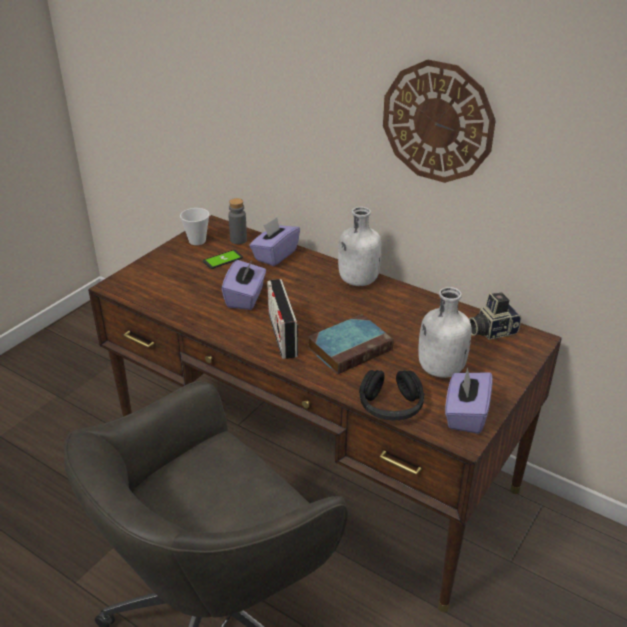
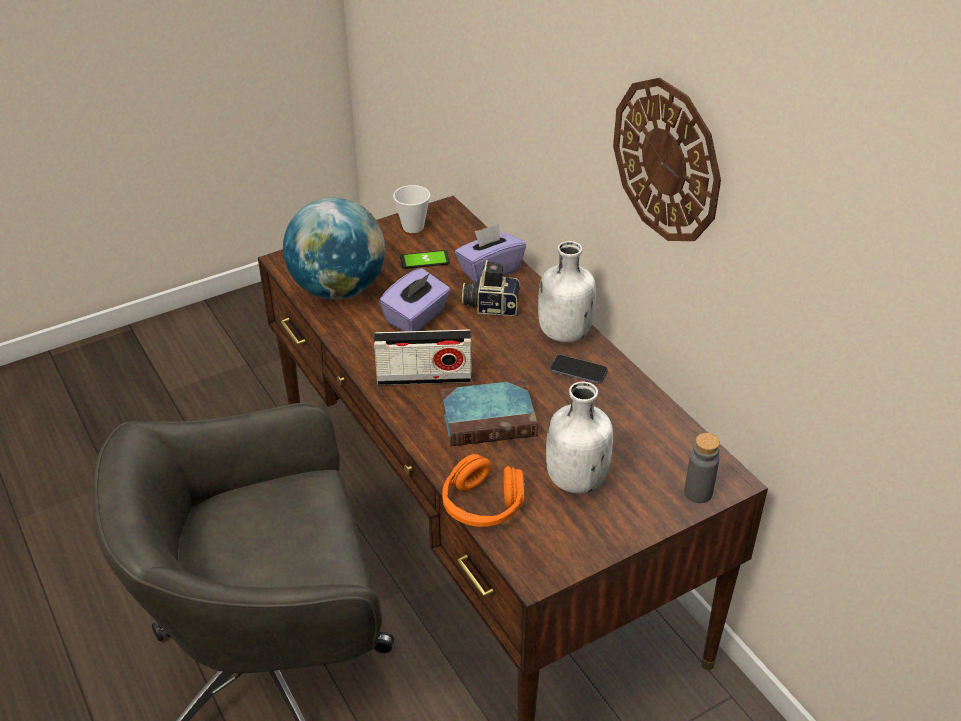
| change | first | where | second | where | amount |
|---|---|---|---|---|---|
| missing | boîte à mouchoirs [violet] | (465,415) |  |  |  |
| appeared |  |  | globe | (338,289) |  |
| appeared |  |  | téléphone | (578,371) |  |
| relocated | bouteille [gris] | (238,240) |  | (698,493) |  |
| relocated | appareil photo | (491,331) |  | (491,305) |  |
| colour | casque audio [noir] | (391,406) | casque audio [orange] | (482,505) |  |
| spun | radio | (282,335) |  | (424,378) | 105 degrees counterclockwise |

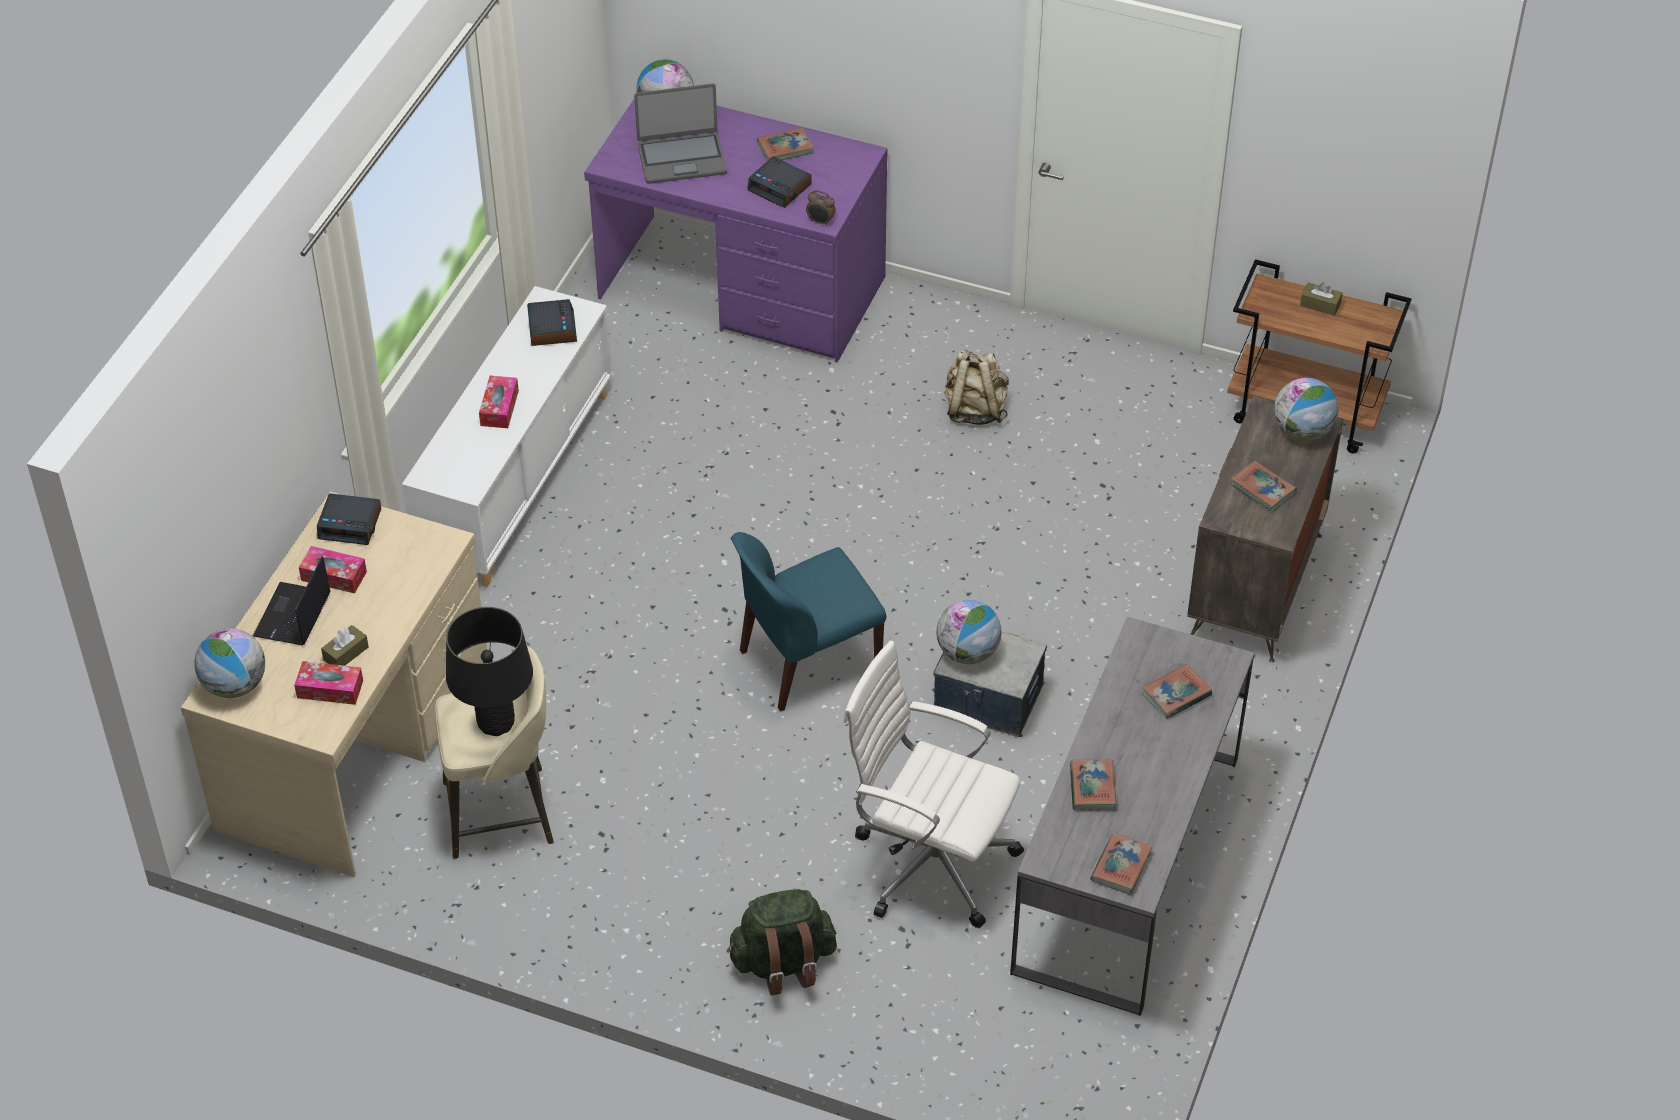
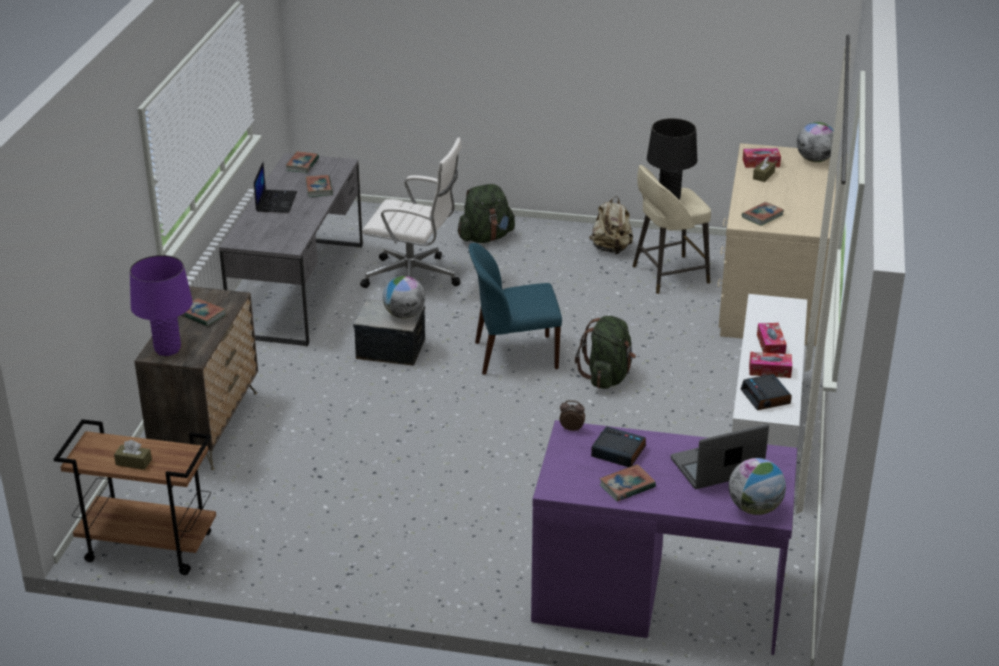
| change | first | where | second | where | amount |
|---|---|---|---|---|---|
| missing | réveil | (351,524) |  |  |  |
| appeared |  |  | sac à dos [vert] | (607,377) |  |
| relocated | ordinateur portable | (293,616) |  | (275,201) |  |
| relocated | boîte à mouchoirs | (334,576) |  | (769,370) |  |
| relocated | sac à dos [beige] | (974,410) |  | (611,249) |  |
| relocated | livre | (1176,695) |  | (762,216) |  |
| exchanged | globe | (1302,432) | lampe de table [violet] | (167,349) |  |
| spun | chaise [bleu] | (806,662) |  | (513,355) | 150 degrees counterclockwise |

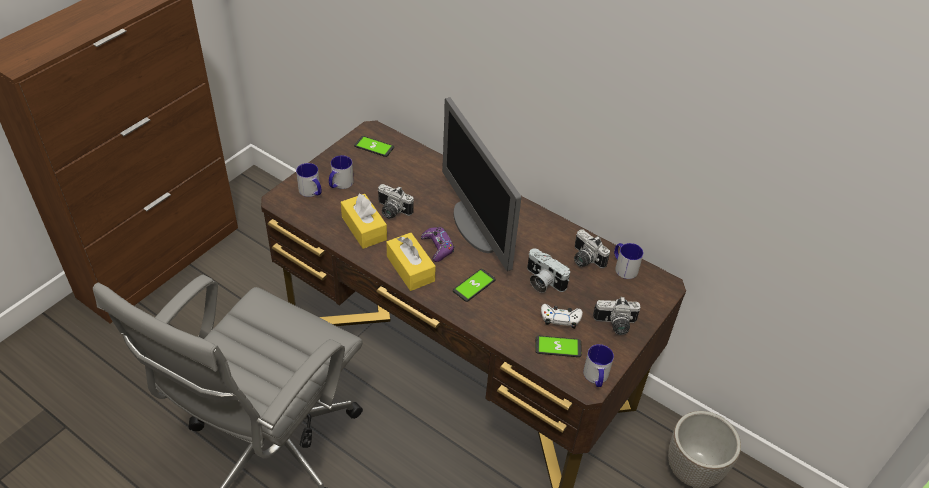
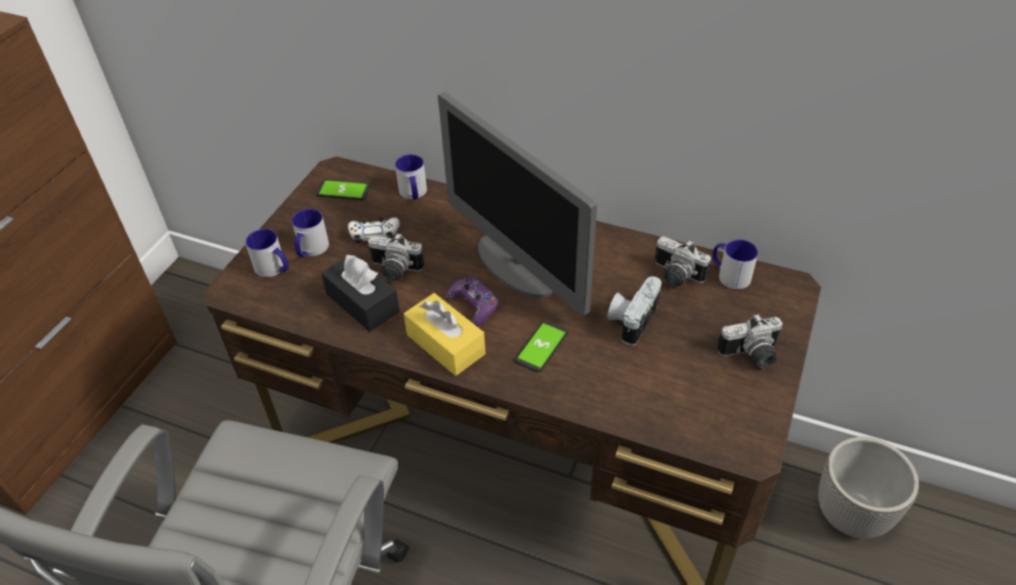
| change | first | where | second | where | amount |
|---|---|---|---|---|---|
| missing | téléphone | (558,347) |  |  |  |
| relocated | manette [blanc] | (560,318) |  | (374,234) |  |
| relocated | mug | (596,377) |  | (413,194) |  |
| colour | boîte à mouchoirs [jaune] | (364,228) | boîte à mouchoirs [noir] | (362,303) |  |
| spun | appareil photo | (542,281) |  | (631,319) | 90 degrees clockwise |

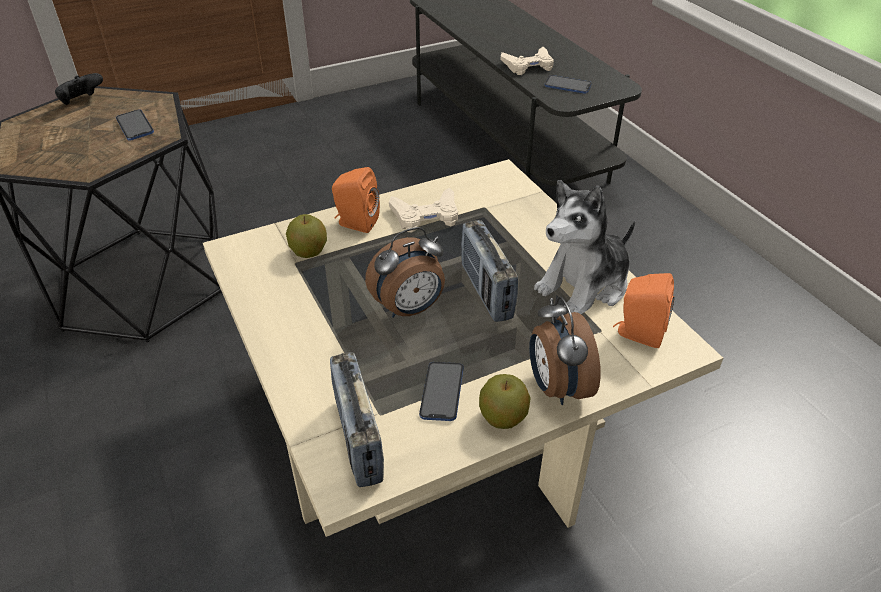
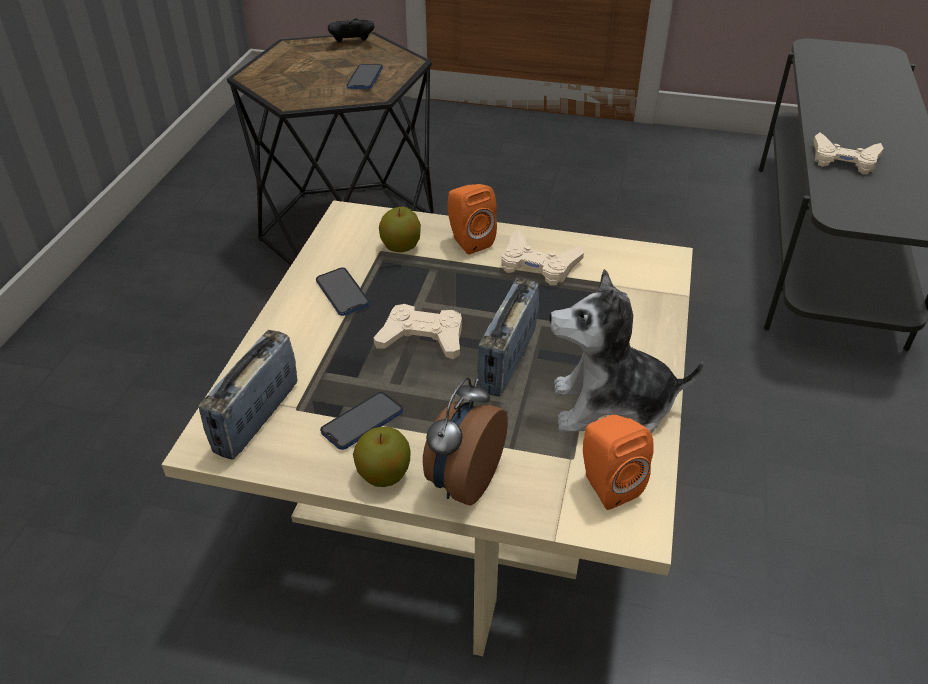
| change | first | where | second | where | amount |
|---|---|---|---|---|---|
| relocated | téléphone | (567,86) |  | (342,293) |  |
| exchanged | réveil | (409,309) | manette [beige] | (422,338) |  |

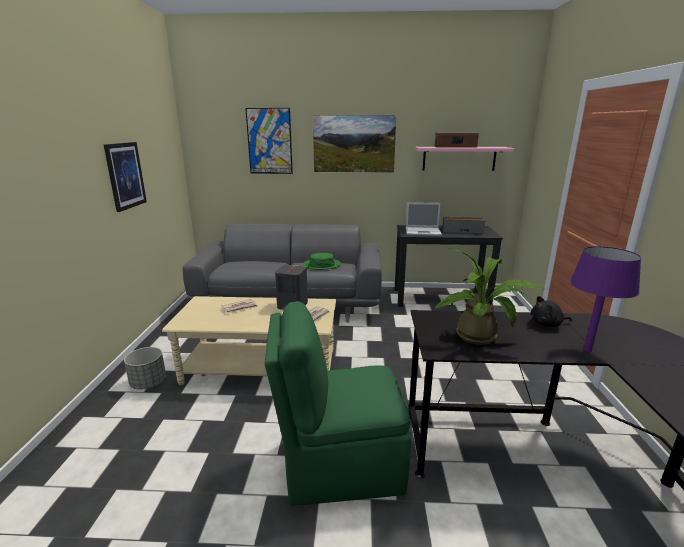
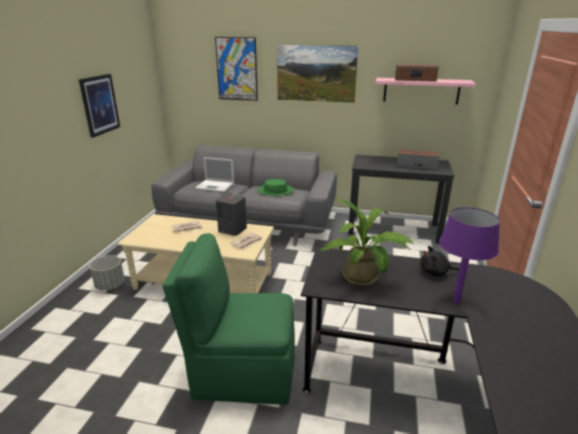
| change | first | where | second | where | amount |
|---|---|---|---|---|---|
| relocated | ordinateur portable | (423,231) |  | (215,186) |  |

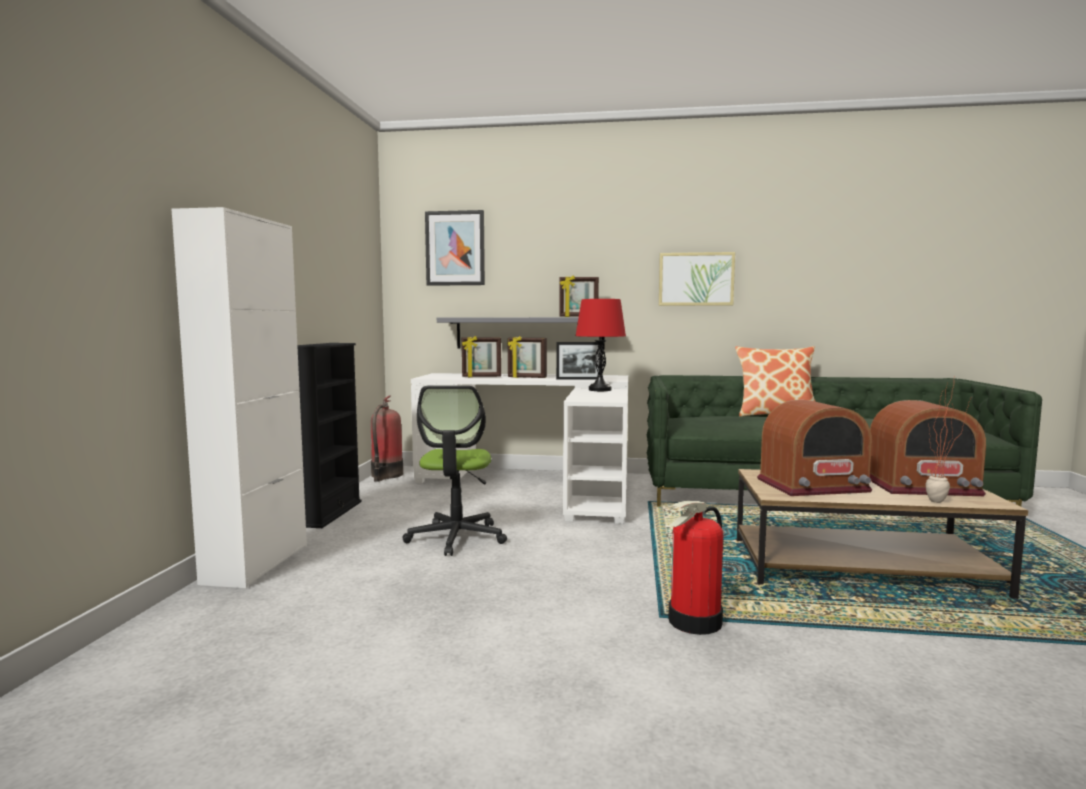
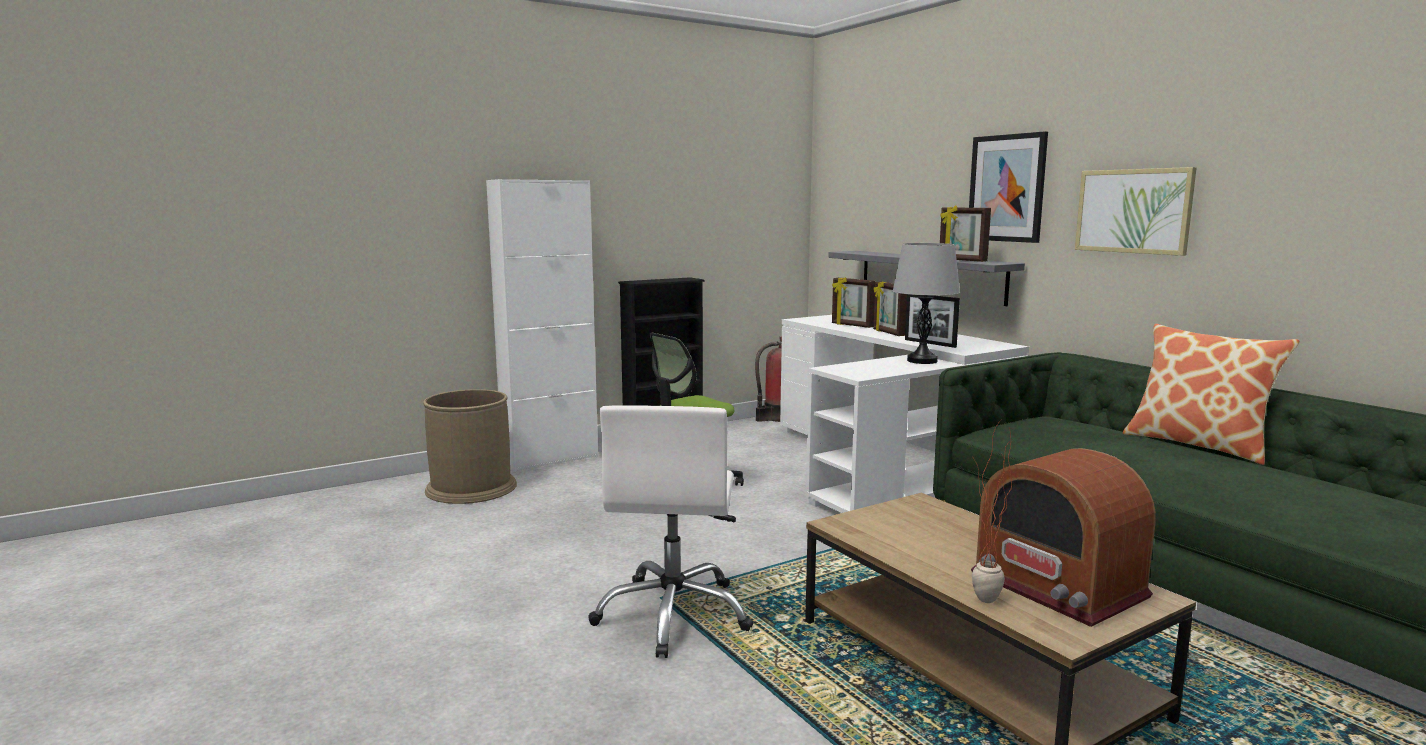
| change | first | where | second | where | amount |
|---|---|---|---|---|---|
| missing | radio | (813,485) |  |  |  |
| appeared |  |  | poubelle [marron] | (471,488) |  |
| relocated | tableau | (455,248) |  | (1007,188) |  |
| exchanged | extincteur | (695,622) | chaise de bureau [blanc] | (674,614) |  |
| colour | lampe de table [rouge] | (600,390) | lampe de table [gris] | (922,361) |  |

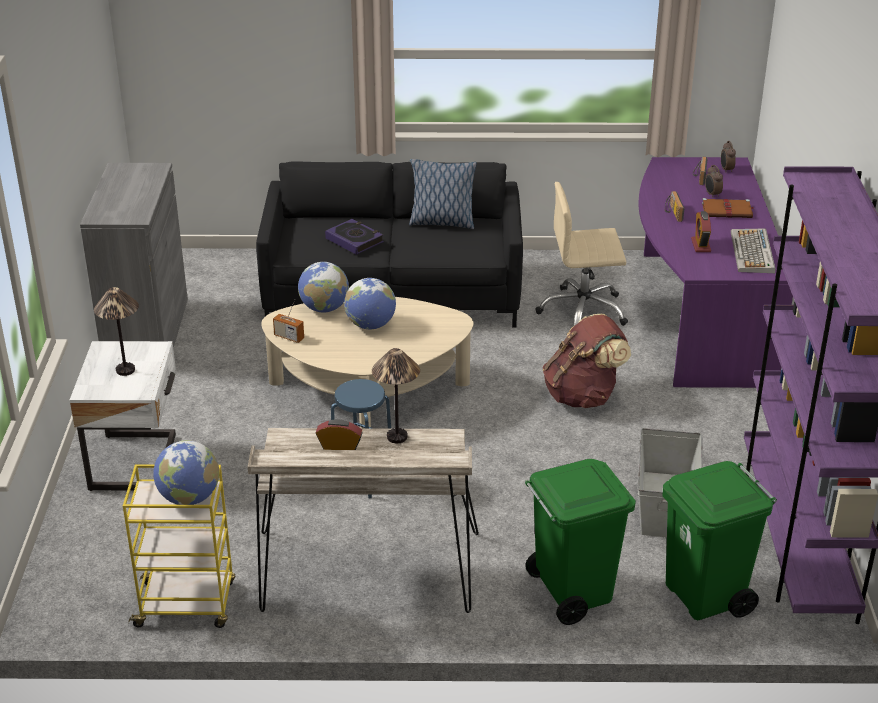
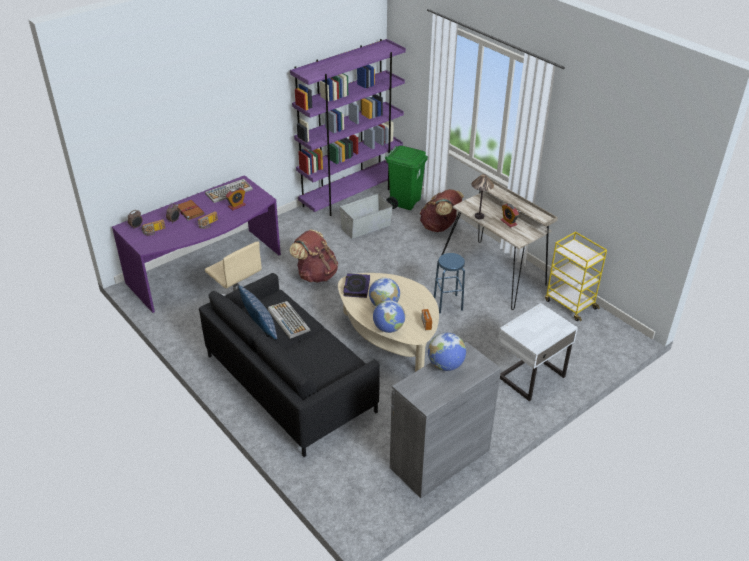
| change | first | where | second | where | amount |
|---|---|---|---|---|---|
| missing | lampe de table | (126,370) |  |  |  |
| appeared |  |  | clavier | (288,320) |  |
| relocated | globe | (189,498) |  | (445,365) |  |
| relocated | livre | (354,240) |  | (356,287) |  |
| exchanged | poubelle [vert] | (571,592) | sac à dos [marron] | (440,227) |  |

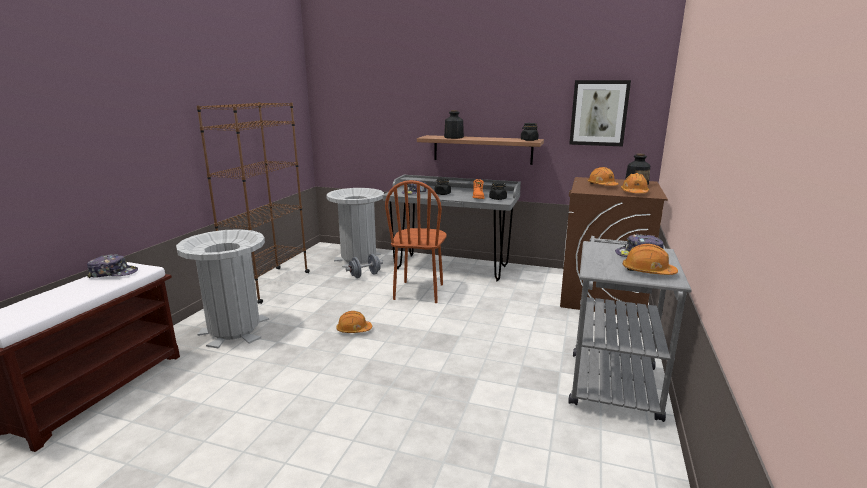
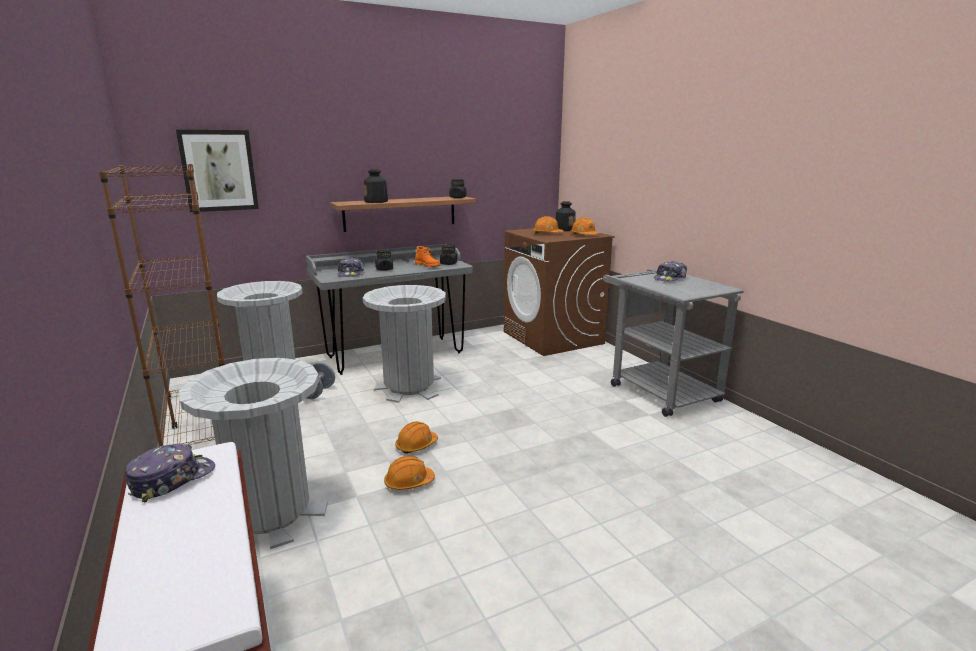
| change | first | where | second | where | amount |
|---|---|---|---|---|---|
| relocated | tableau | (599,113) |  | (219,170) |  |
| relocated | casque de chantier [orange] | (647,272) |  | (409,482) |  |
| exchanged | chaise [marron] | (419,292) | poubelle [gris] | (409,387) |  |

